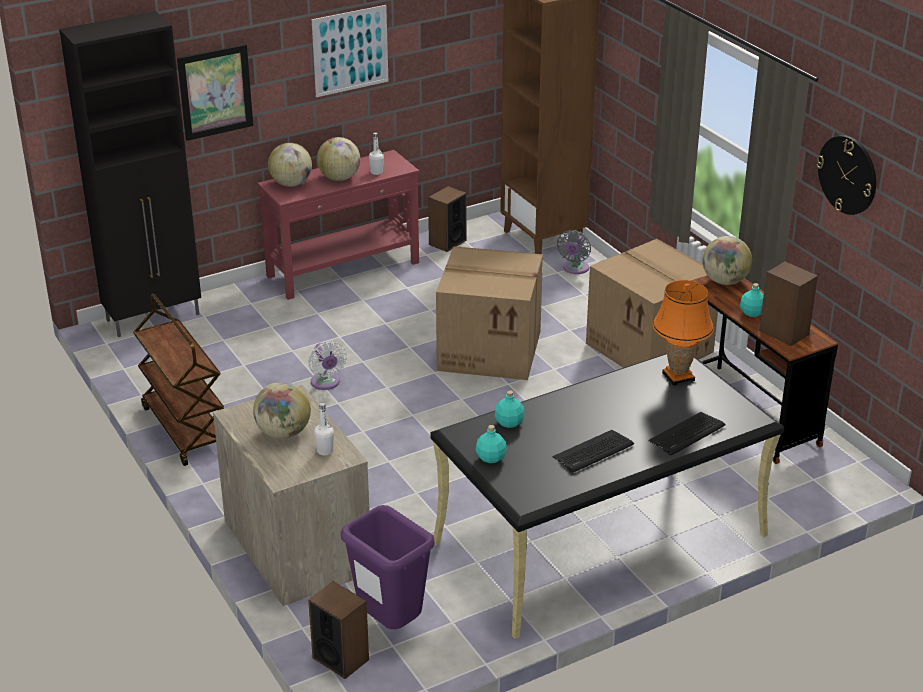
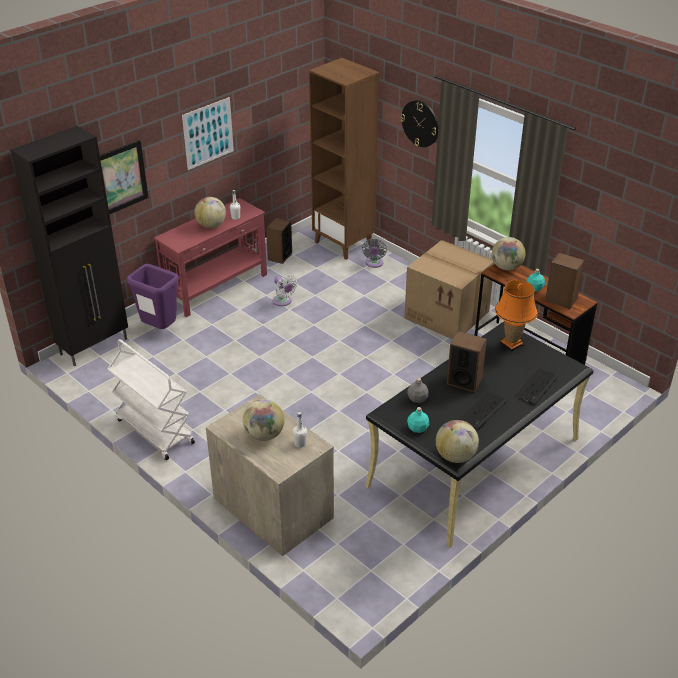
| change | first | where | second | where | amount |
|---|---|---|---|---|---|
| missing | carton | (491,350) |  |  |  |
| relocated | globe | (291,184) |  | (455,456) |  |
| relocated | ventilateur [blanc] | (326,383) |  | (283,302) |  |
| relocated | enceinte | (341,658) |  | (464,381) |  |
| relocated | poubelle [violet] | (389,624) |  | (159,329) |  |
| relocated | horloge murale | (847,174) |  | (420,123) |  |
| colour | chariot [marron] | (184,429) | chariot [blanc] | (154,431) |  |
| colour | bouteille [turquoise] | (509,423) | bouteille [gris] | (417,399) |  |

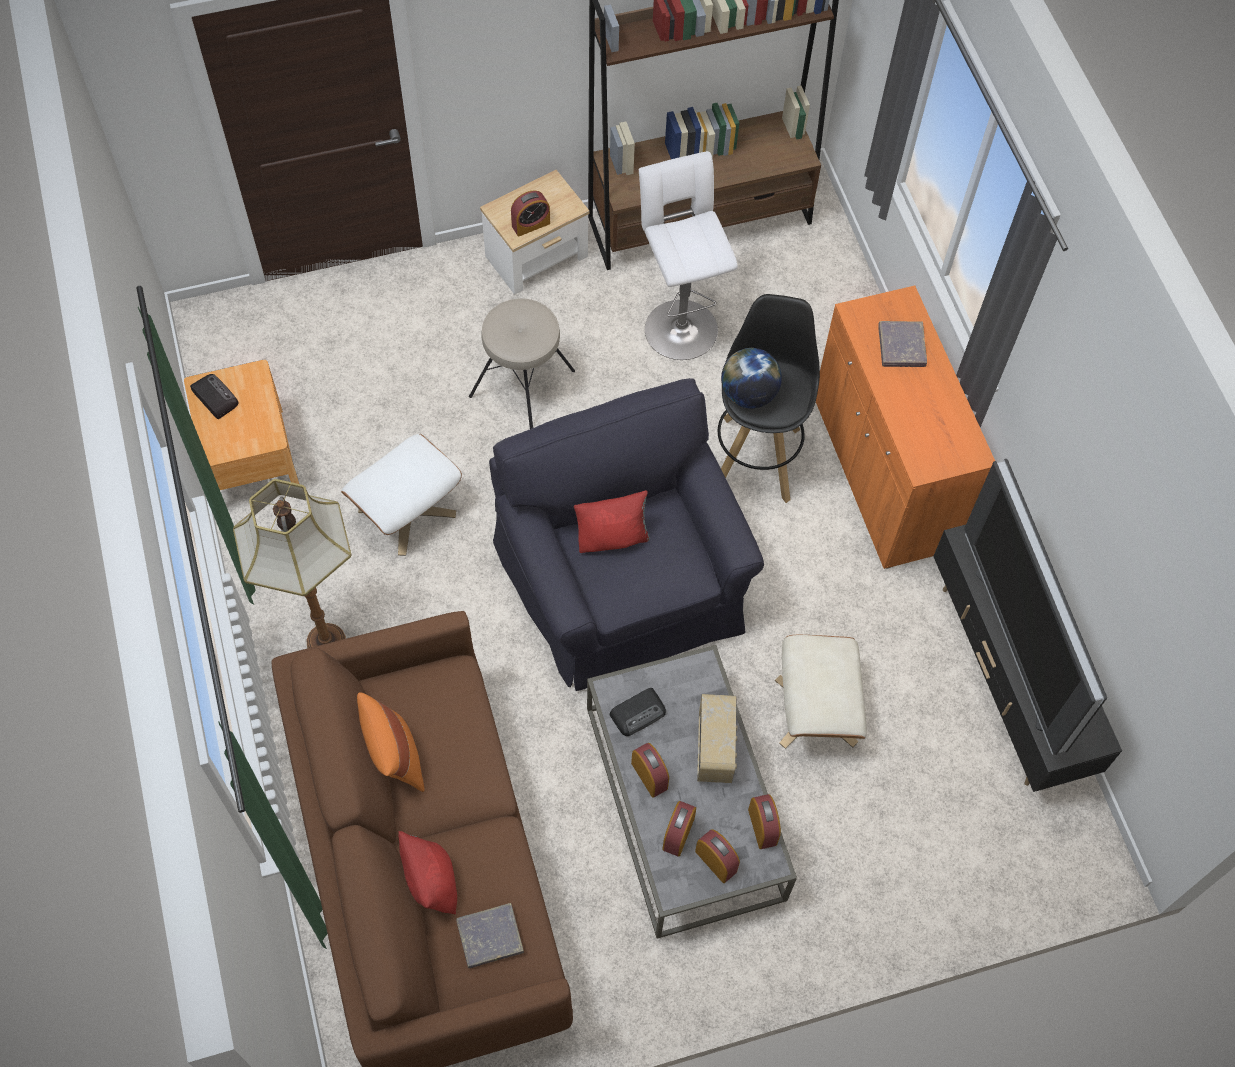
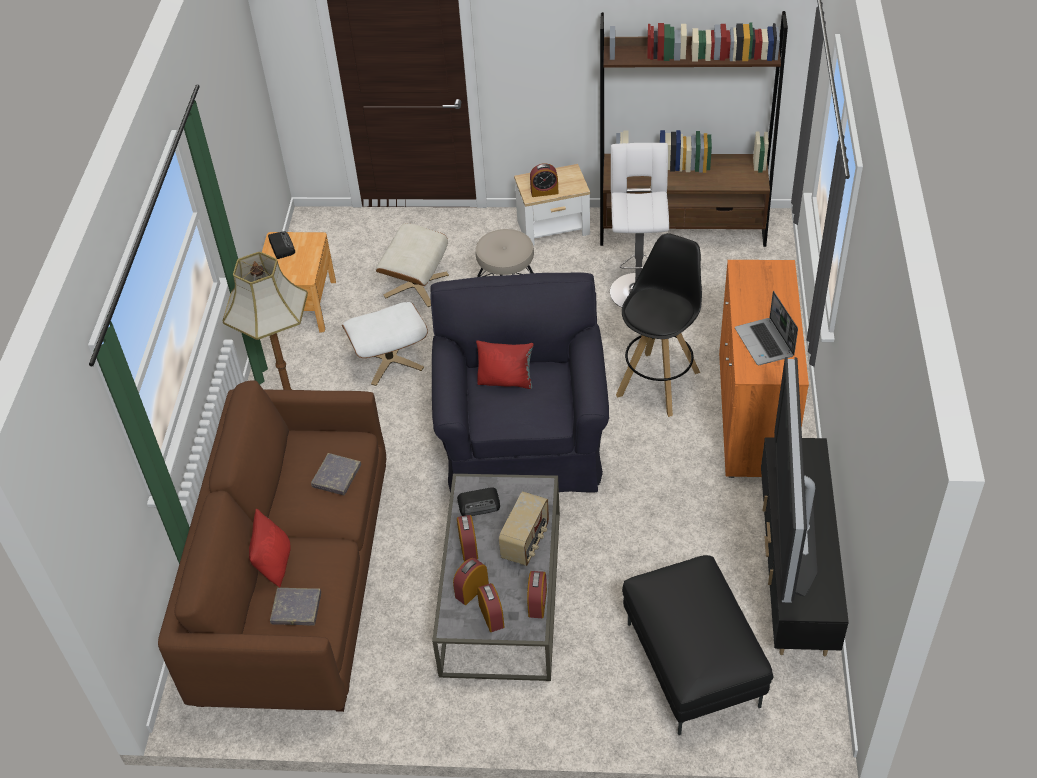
| change | first | where | second | where | amount |
|---|---|---|---|---|---|
| missing | coussin [orange] | (394,758) |  |  |  |
| missing | globe | (748,394) |  |  |  |
| appeared |  |  | pouf [noir] | (691,664) |  |
| appeared |  |  | ordinateur portable | (765,343) |  |
| relocated | pouf [beige] | (815,711) |  | (416,285) |  |
| relocated | livre [gris] | (901,346) |  | (336,476) |  |

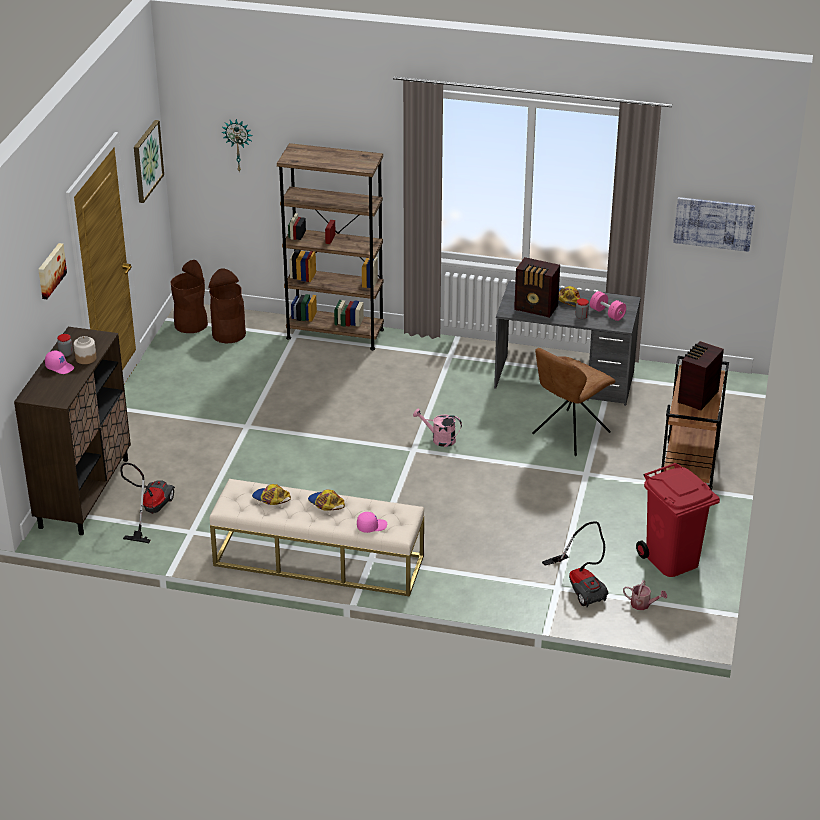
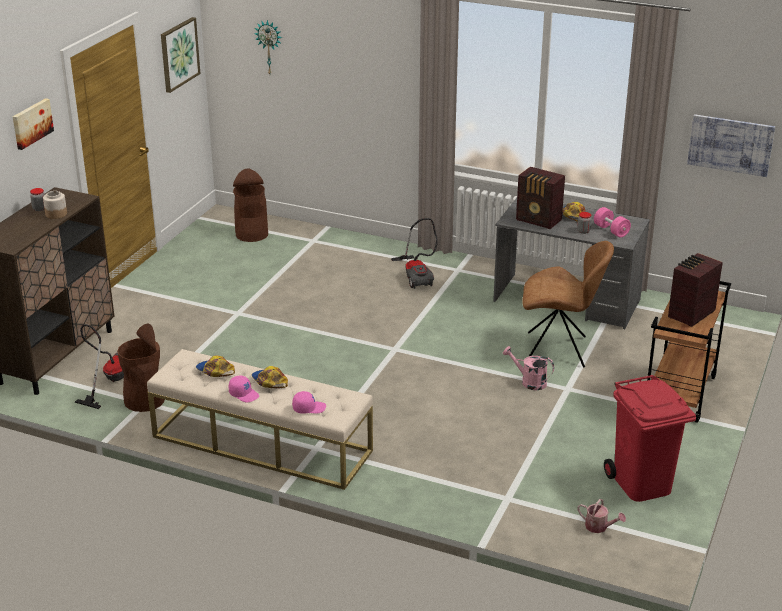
| change | first | where | second | where | amount |
|---|---|---|---|---|---|
| missing | bibliothèque [marron] | (335,333) |  |  |  |
| relocated | casquette [rose] | (60,367) |  | (244,394) |  |
| relocated | poubelle [marron] | (191,324) |  | (144,400) |  |
| relocated | arrosoir [rose] | (439,439) |  | (529,382) |  |
| relocated | aspirateur | (581,585) |  | (417,276) |  |
| spun | chaise [marron] | (569,434) |  | (559,350) | 135 degrees counterclockwise |

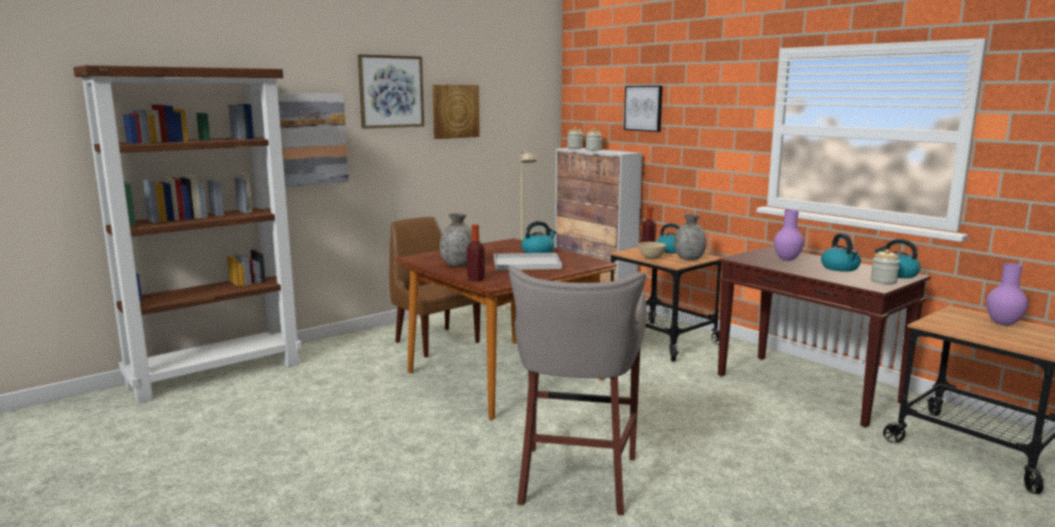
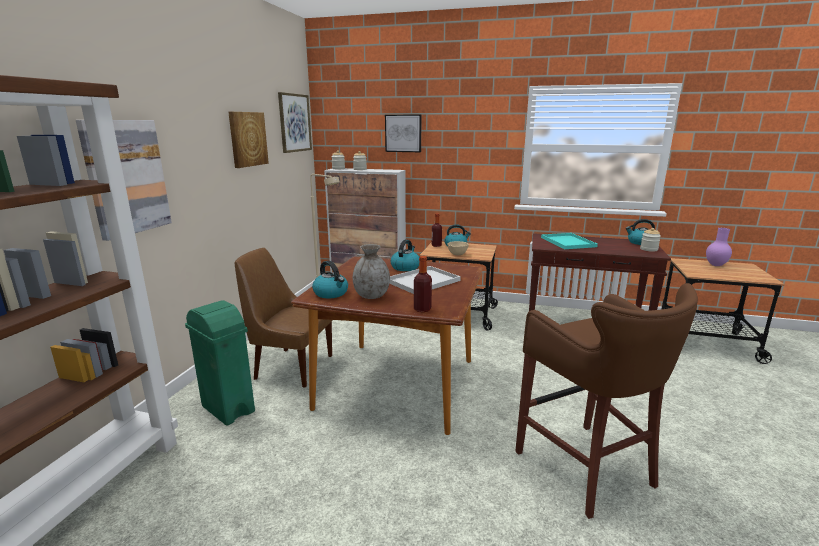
| change | first | where | second | where | amount |
|---|---|---|---|---|---|
| missing | vase [gris] | (689,258) |  |  |  |
| appeared |  |  | poubelle [vert] | (228,409) |  |
| relocated | tableau | (391,91) |  | (294,123) |  |
| relocated | bouilloire | (840,268) |  | (331,293) |  |
| exchanged | vase [violet] | (787,260) | plateau [turquoise] | (569,242) |  |
| colour | tabouret [gris] | (575,481) | tabouret [marron] | (587,469) |  |

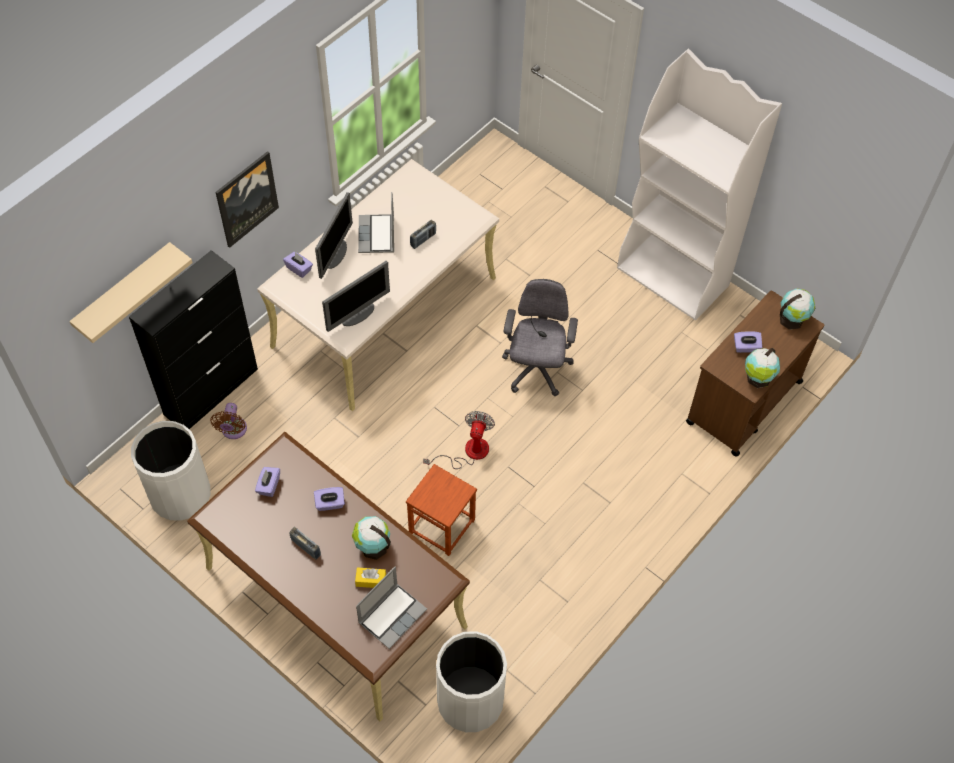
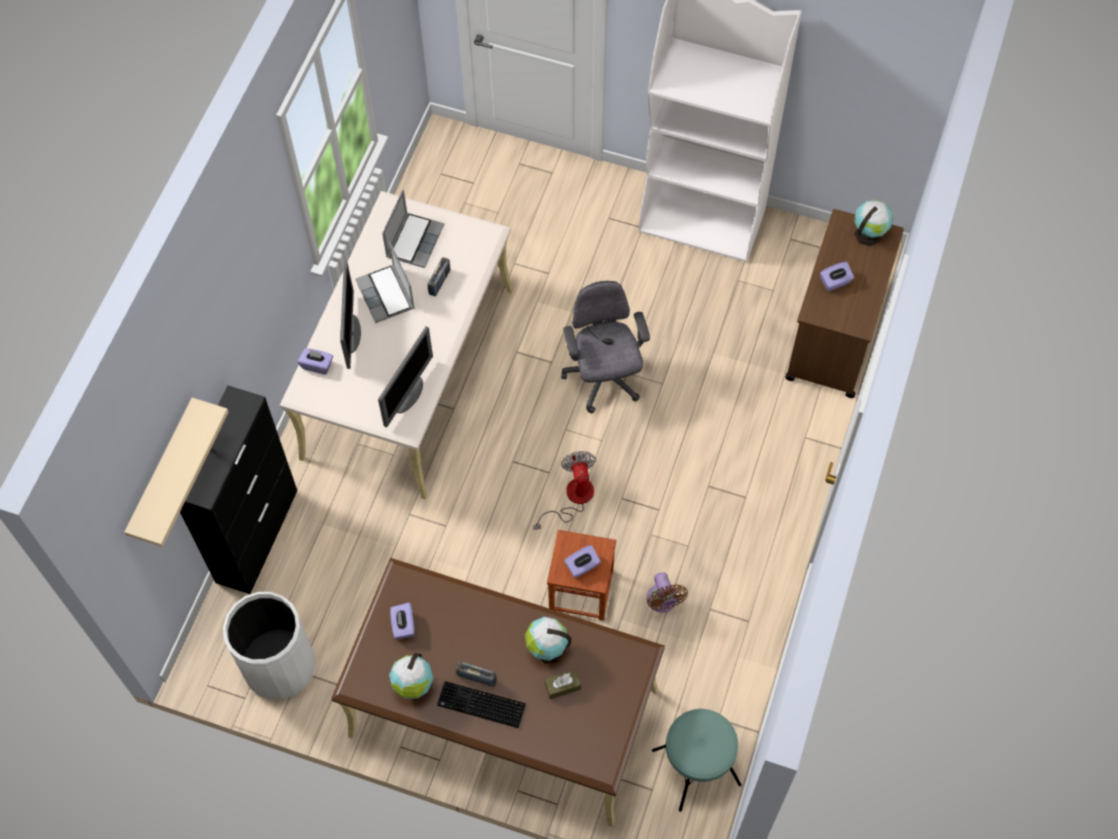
| change | first | where | second | where | amount |
|---|---|---|---|---|---|
| missing | tableau | (246,198) |  |  |  |
| appeared |  |  | clavier | (480,706) |  |
| relocated | ventilateur [marron] | (233,431) |  | (662,601) |  |
| relocated | boîte à mouchoirs [violet] | (330,504) |  | (582,566) |  |
| relocated | ordinateur portable | (392,615) |  | (414,240) |  |
| relocated | globe | (758,378) |  | (414,686) |  |
| exchanged | poubelle [blanc] | (470,701) | tabouret [turquoise] | (696,767) |  |
| colour | boîte à mouchoirs [jaune] | (371,580) | boîte à mouchoirs [marron] | (562,686) |  |

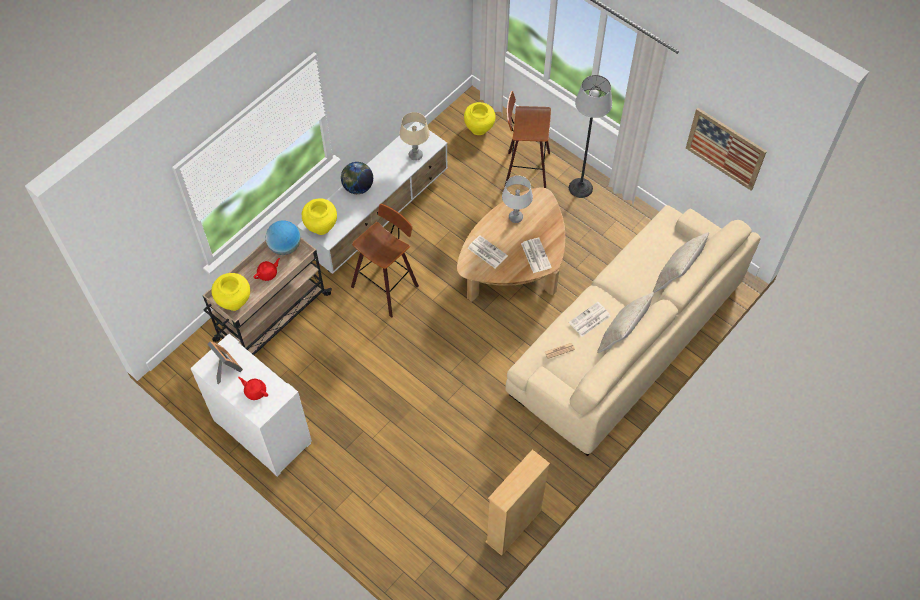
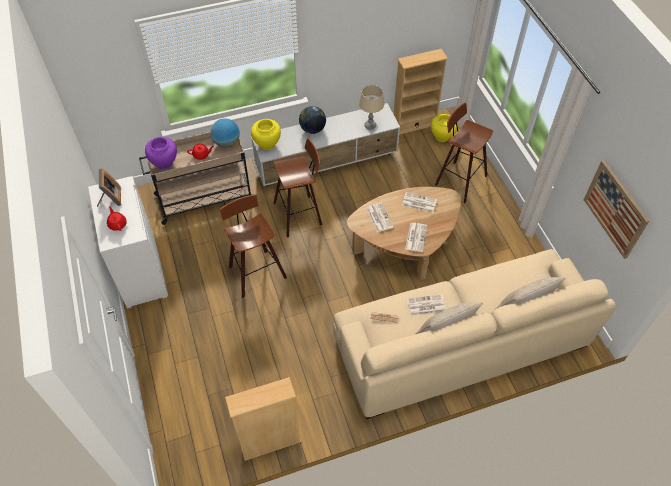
| change | first | where | second | where | amount |
|---|---|---|---|---|---|
| missing | lampadaire | (581,188) |  |  |  |
| appeared |  |  | tabouret | (255,272) |  |
| appeared |  |  | bibliothèque [beige] | (414,125) |  |
| exchanged | lampe de table [gris] | (515,217) | journal | (418,203) |  |
| colour | vase [jaune] | (234,302) | vase [violet] | (164,163) |  |

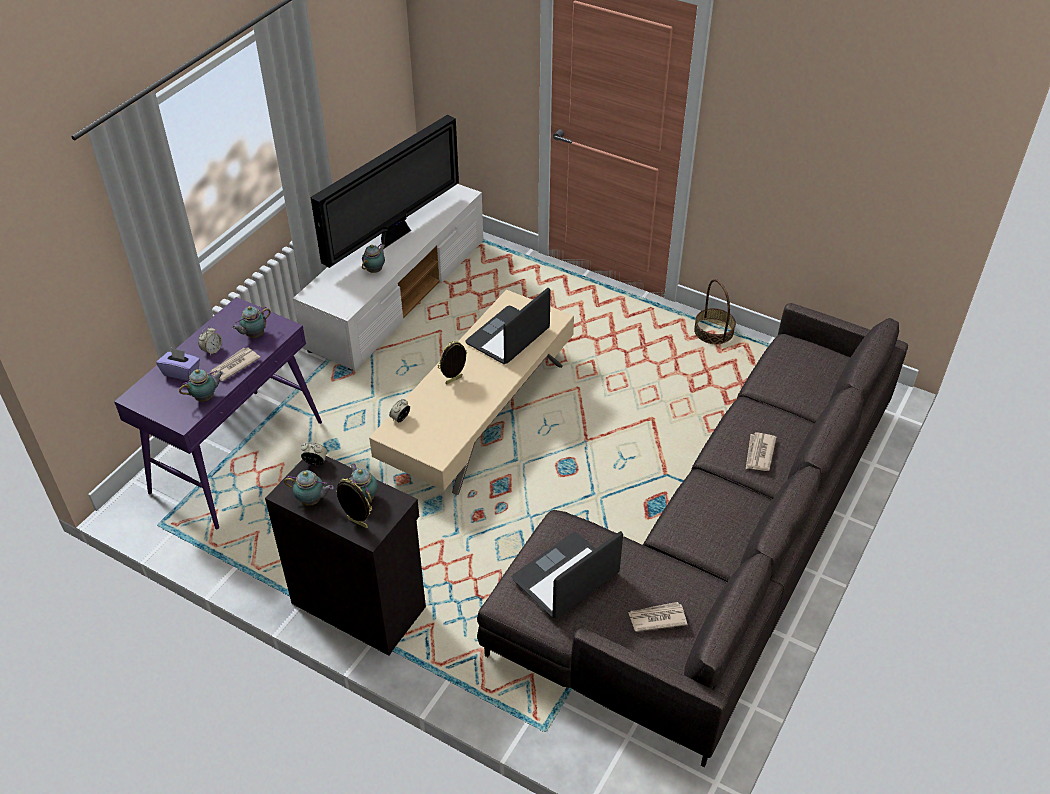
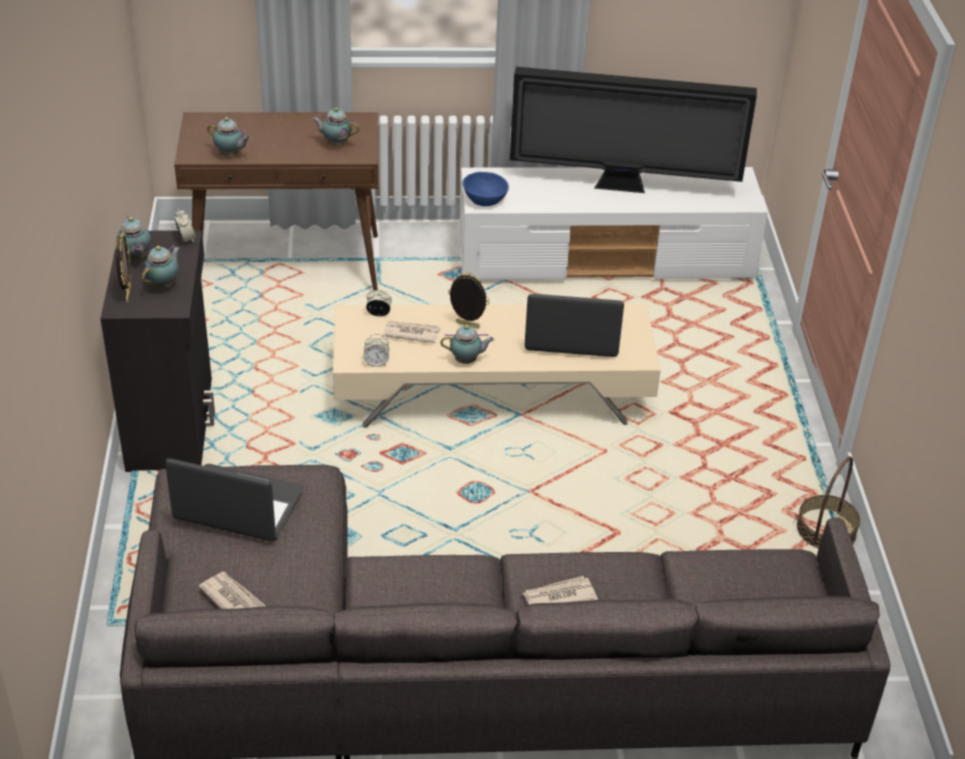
| change | first | where | second | where | amount |
|---|---|---|---|---|---|
| missing | boîte à mouchoirs [violet] | (181,372) |  |  |  |
| appeared |  |  | bol [bleu] | (484,200) |  |
| relocated | réveil | (212,350) |  | (376,362) |  |
| relocated | journal | (234,366) |  | (411,333) |  |
| relocated | théière | (375,270) |  | (467,361) |  |
| colour | table console [violet] | (237,456) | table console [marron] | (287,265) |  |

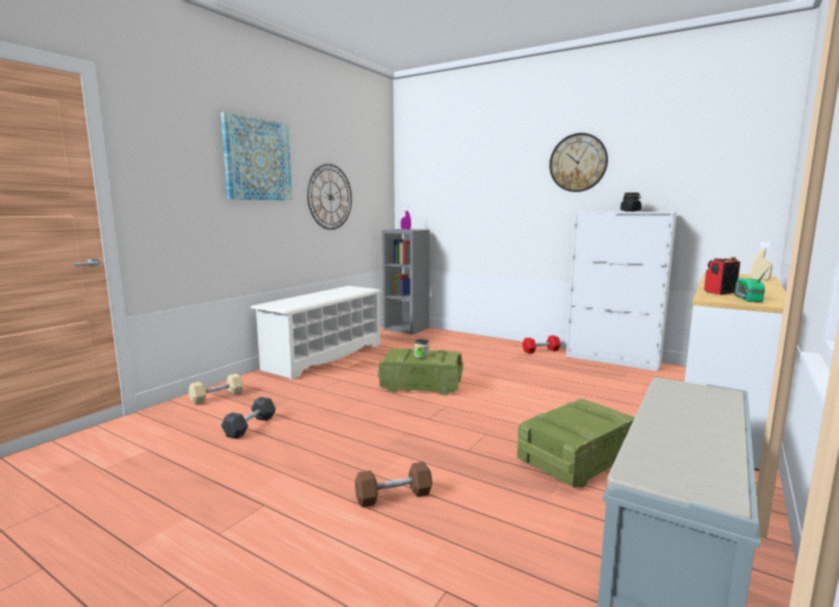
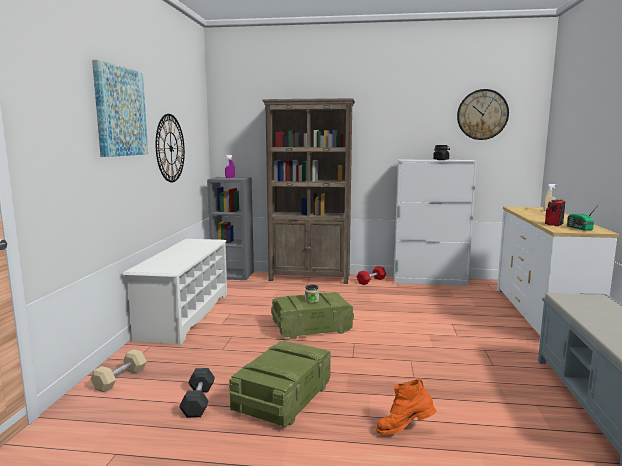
| change | first | where | second | where | amount |
|---|---|---|---|---|---|
| appeared |  |  | bibliothèque [marron] | (310,278) |  |
| relocated | caisse | (577,459) |  | (284,397) |  |
| relocated | horloge murale | (578,163) |  | (482,114) |  |
| exchanged | haltère [marron] | (393,496) | botte [orange] | (404,430) |  |

